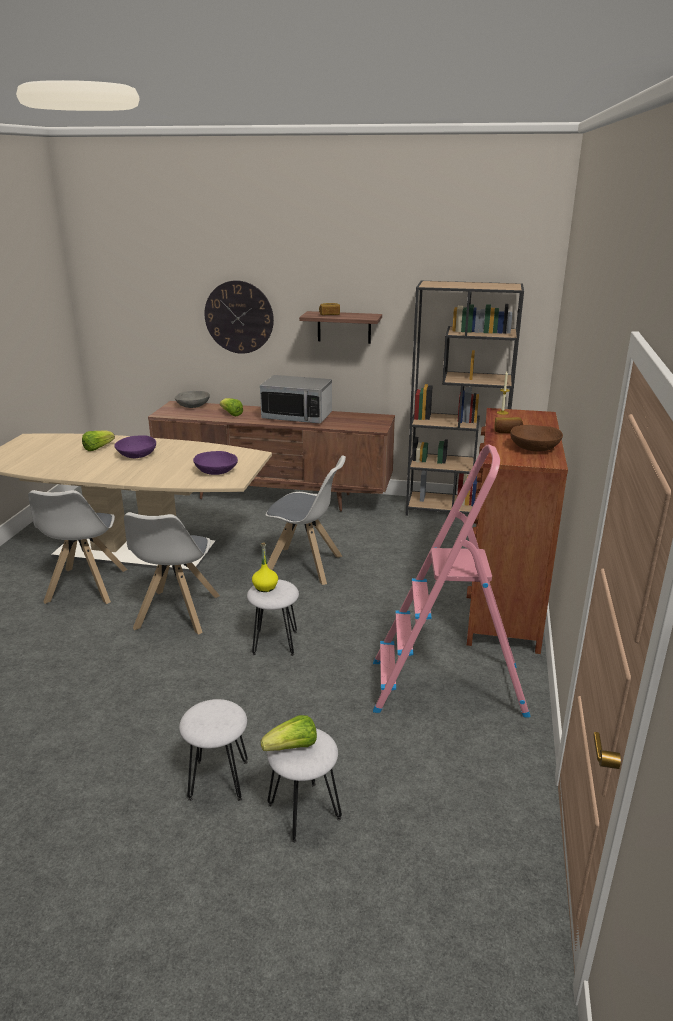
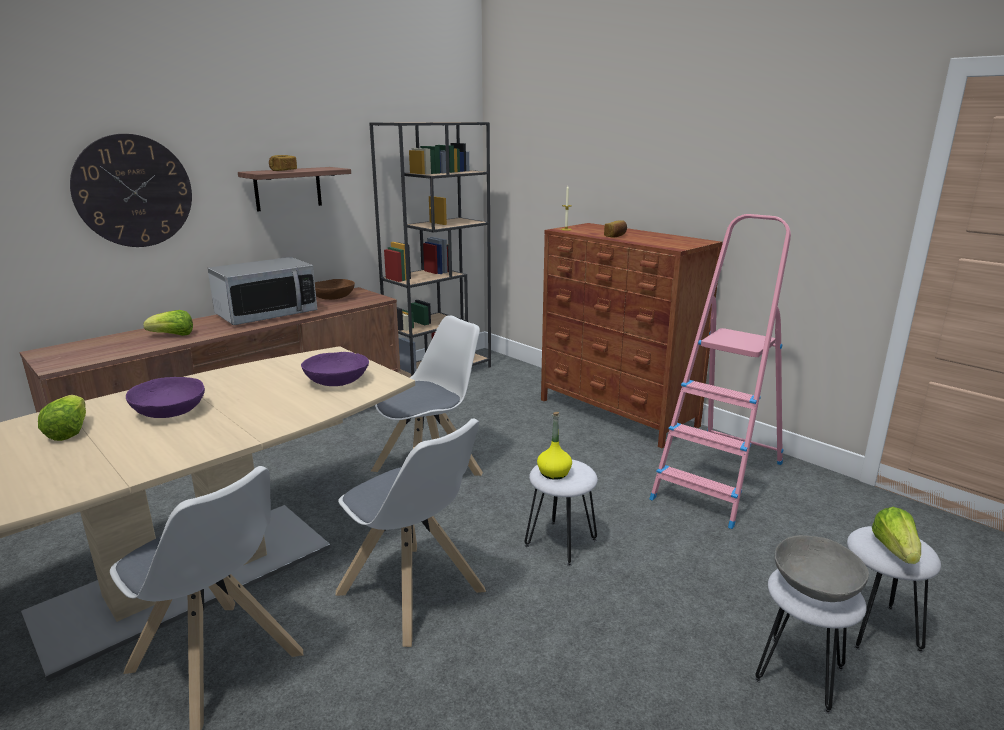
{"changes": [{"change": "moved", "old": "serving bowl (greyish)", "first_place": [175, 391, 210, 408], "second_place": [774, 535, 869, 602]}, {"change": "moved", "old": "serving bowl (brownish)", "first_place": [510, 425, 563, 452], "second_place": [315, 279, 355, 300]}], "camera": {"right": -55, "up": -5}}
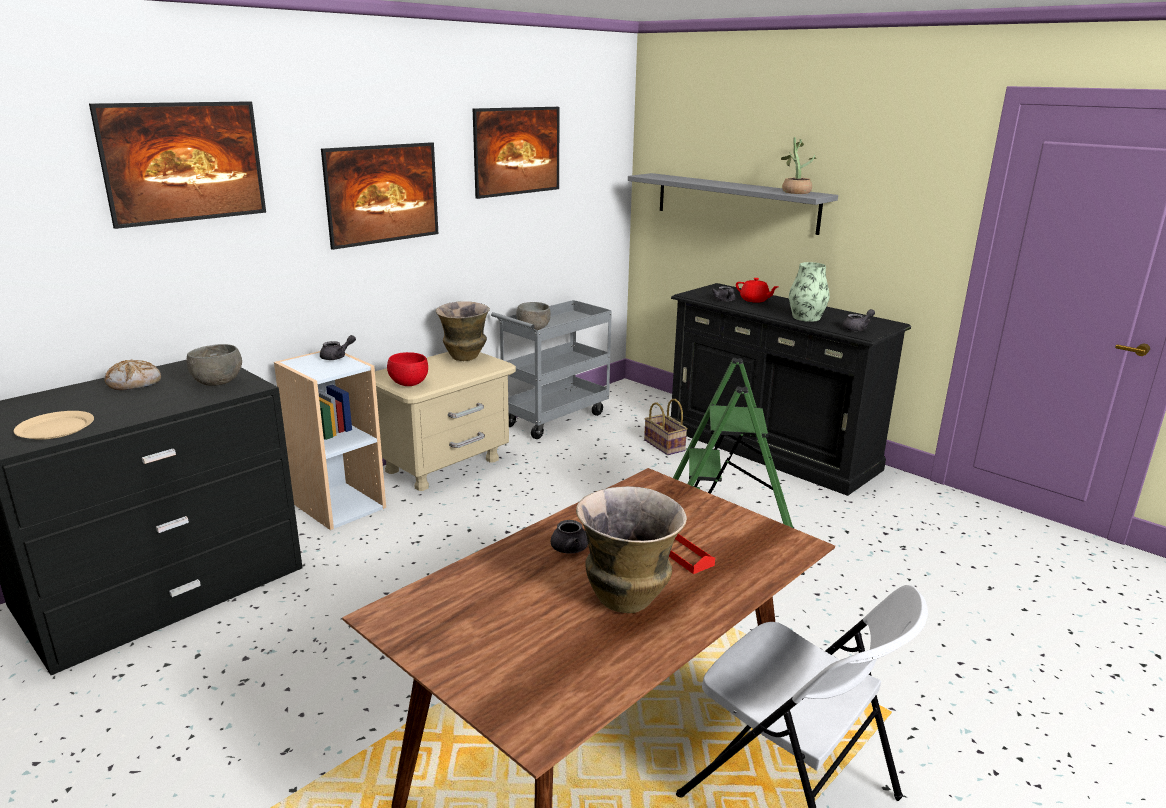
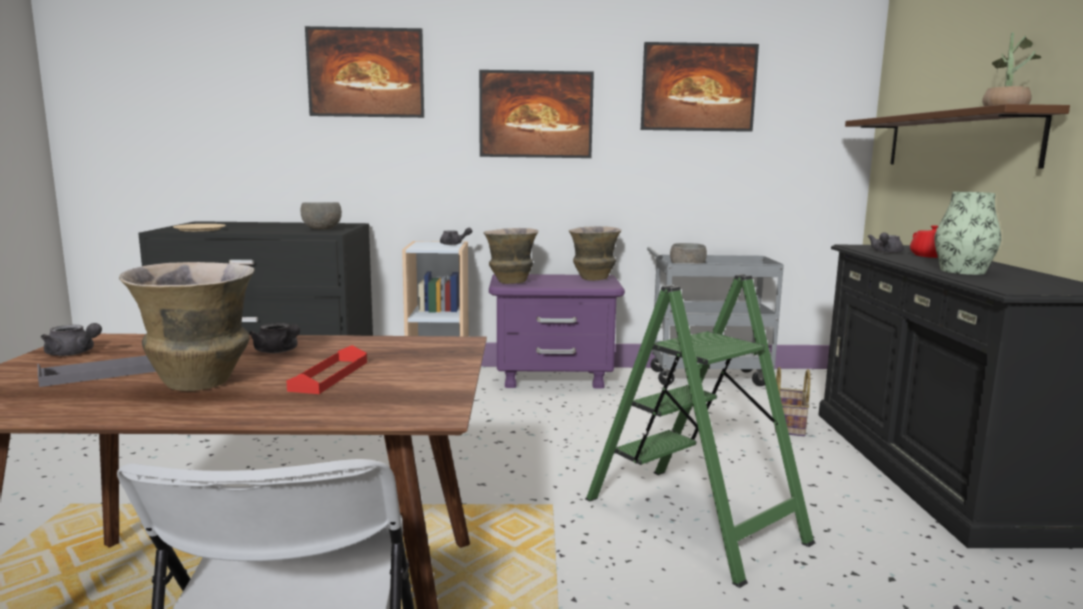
{"changes": [{"change": "recoloured", "old": "bracket shelf (greyish)", "new": "bracket shelf (brownish)", "first_place": [628, 173, 838, 235], "second_place": [845, 104, 1070, 169]}, {"change": "moved", "old": "tea pot (greyish)", "first_place": [842, 309, 875, 332], "second_place": [41, 323, 102, 356]}, {"change": "recoloured", "old": "night table (beige)", "new": "night table (purple)", "first_place": [375, 352, 516, 491], "second_place": [489, 274, 625, 389]}, {"change": "replaced", "old": "serving bowl (red)", "new": "decorative vase", "first_place": [387, 352, 428, 386], "second_place": [484, 228, 538, 284]}, {"change": "removed", "old": "baked bread", "first_place": [104, 359, 161, 390]}, {"change": "added", "new": "tray (greyish)", "second_place": [38, 356, 156, 387]}], "camera": {"right": 45, "up": -10}}
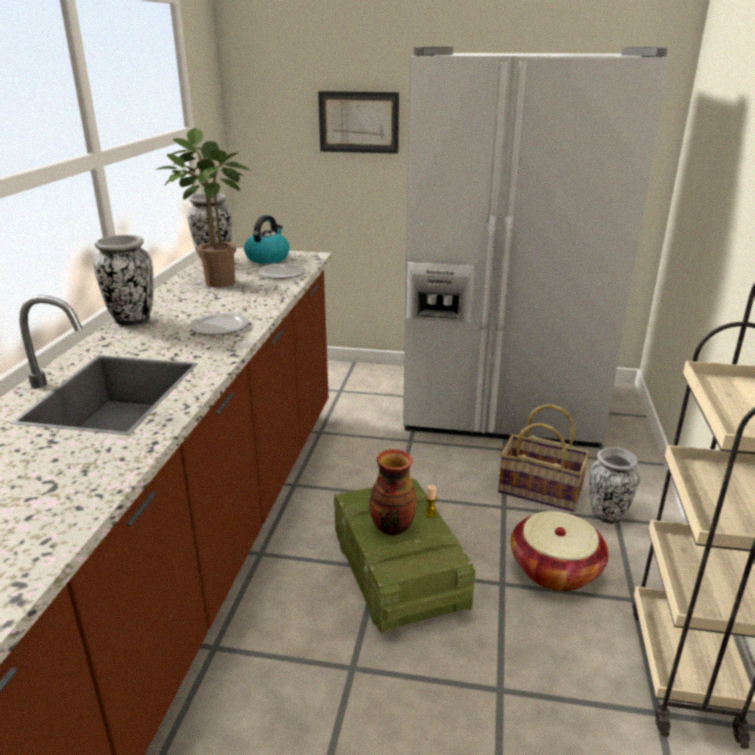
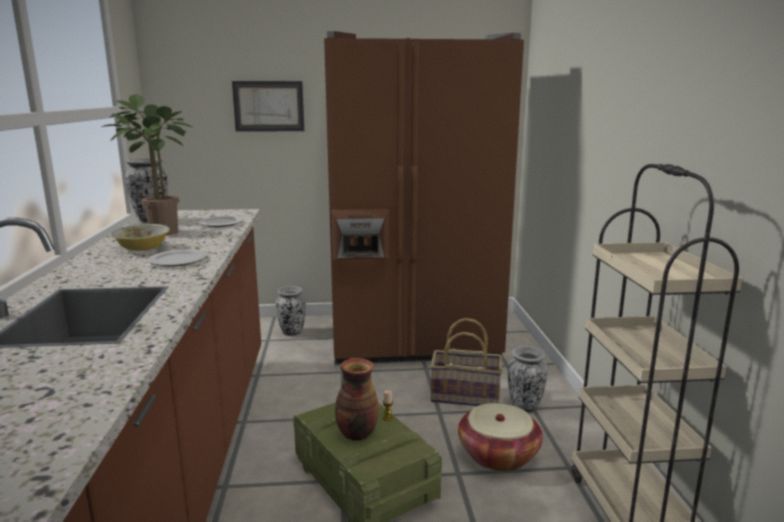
{"changes": [{"change": "recoloured", "old": "fridge (whitish)", "new": "fridge (brownish)", "first_place": [403, 47, 670, 448], "second_place": [324, 31, 524, 365]}, {"change": "removed", "old": "kettle", "first_place": [244, 215, 290, 264]}, {"change": "moved", "old": "decorative vase", "first_place": [94, 235, 153, 326], "second_place": [275, 286, 306, 336]}, {"change": "added", "new": "serving bowl", "second_place": [111, 224, 170, 251]}], "camera": {"right": -15, "up": -10}}
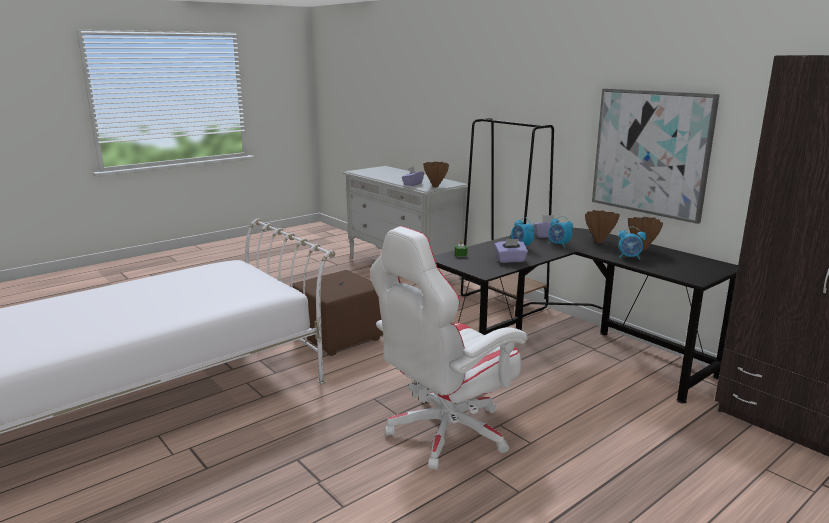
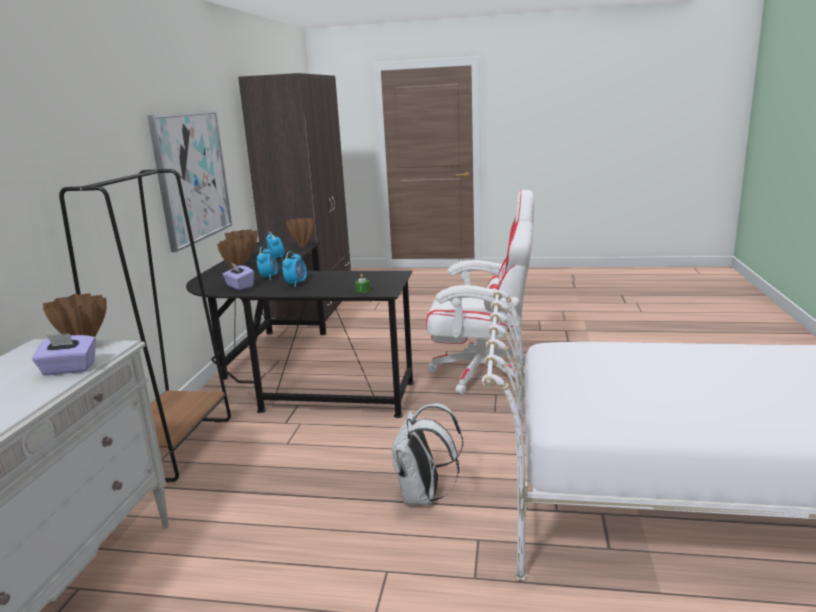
{"changes": [{"change": "removed", "old": "tissue holder (purple)", "first_place": [494, 239, 528, 263]}, {"change": "replaced", "old": "pouffe (brownish)", "new": "backpack (whitish)", "first_place": [293, 270, 383, 356], "second_place": [392, 403, 463, 506]}, {"change": "added", "new": "decorative vase (brownish)", "second_place": [286, 218, 315, 248]}], "camera": {"right": -130, "up": 0}}
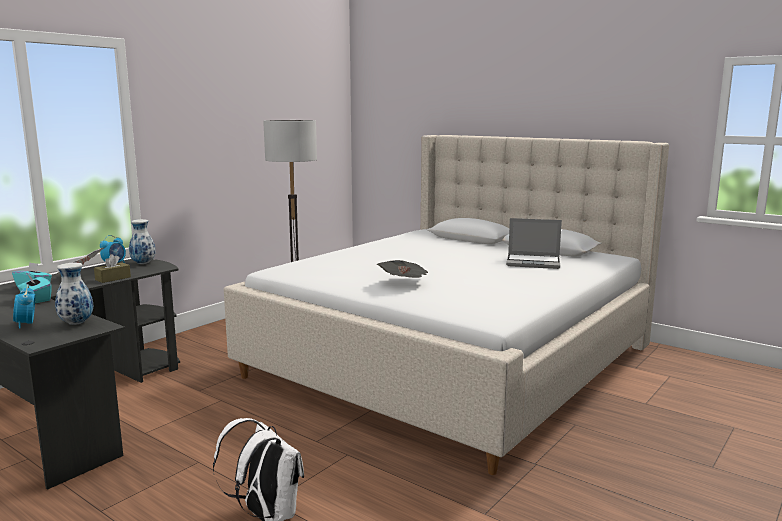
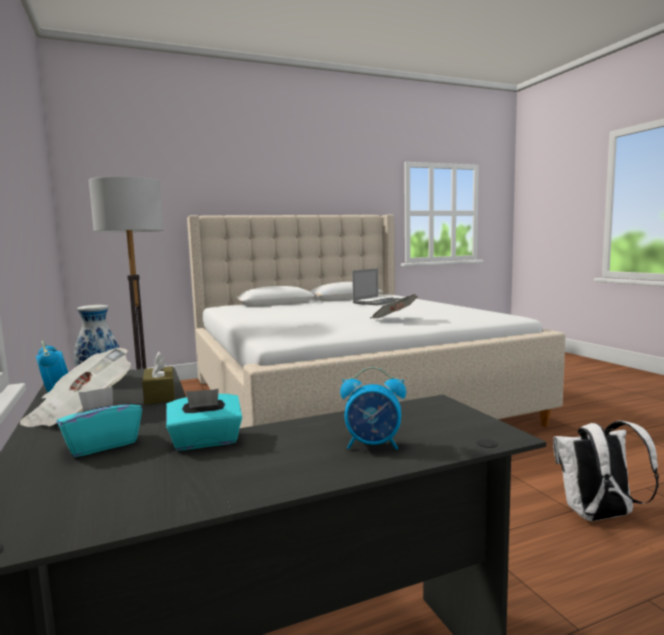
{"changes": [{"change": "removed", "old": "decorative vase", "first_place": [55, 263, 93, 325]}], "camera": {"right": -60, "up": -5}}
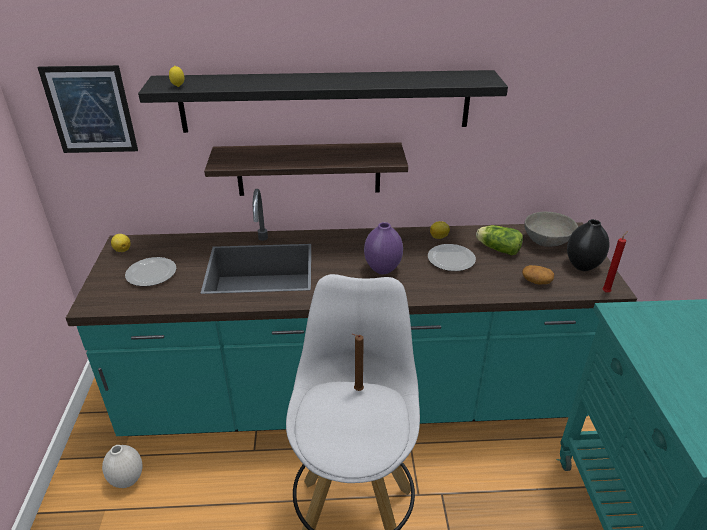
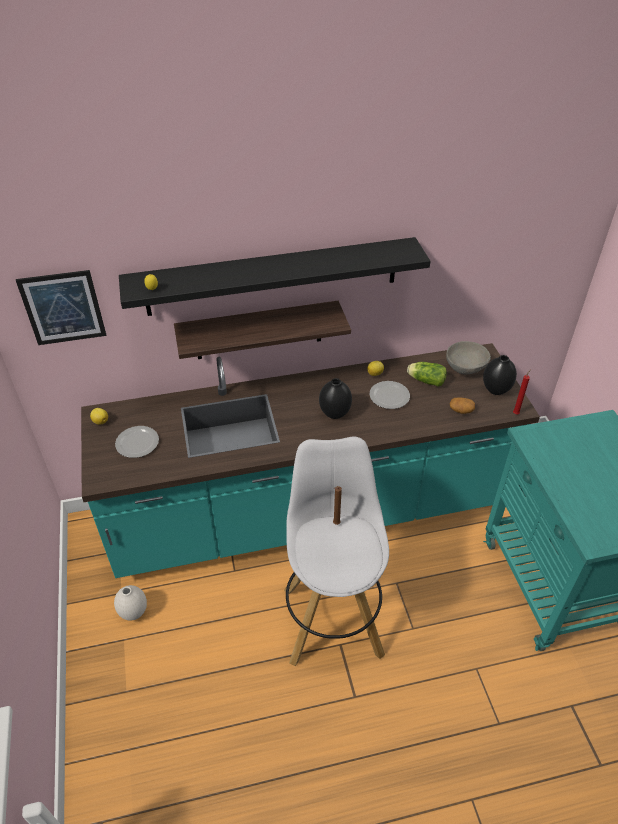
{"changes": [{"change": "recoloured", "old": "decorative vase (purple)", "new": "decorative vase (black-coloured)", "first_place": [364, 222, 403, 274], "second_place": [319, 378, 352, 419]}], "camera": {"right": -10, "up": 10}}
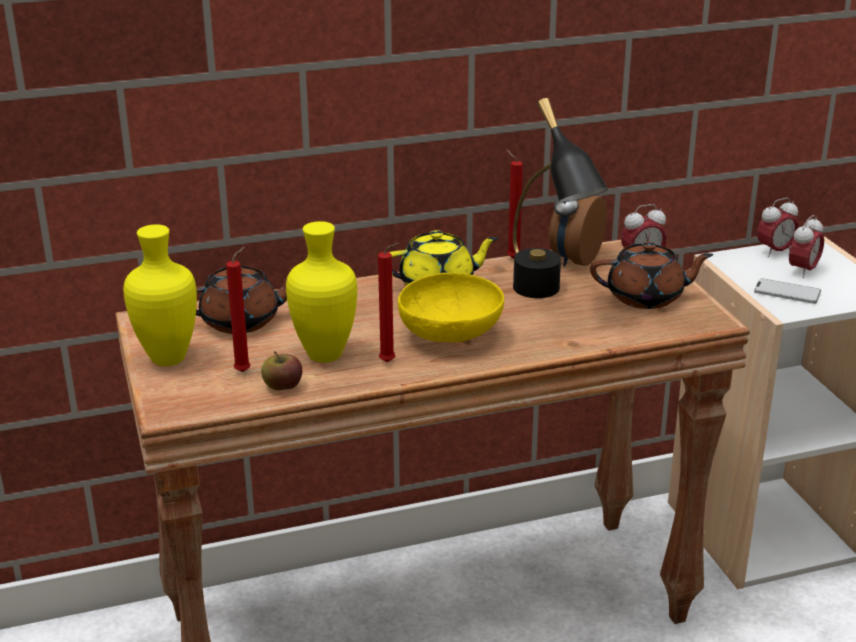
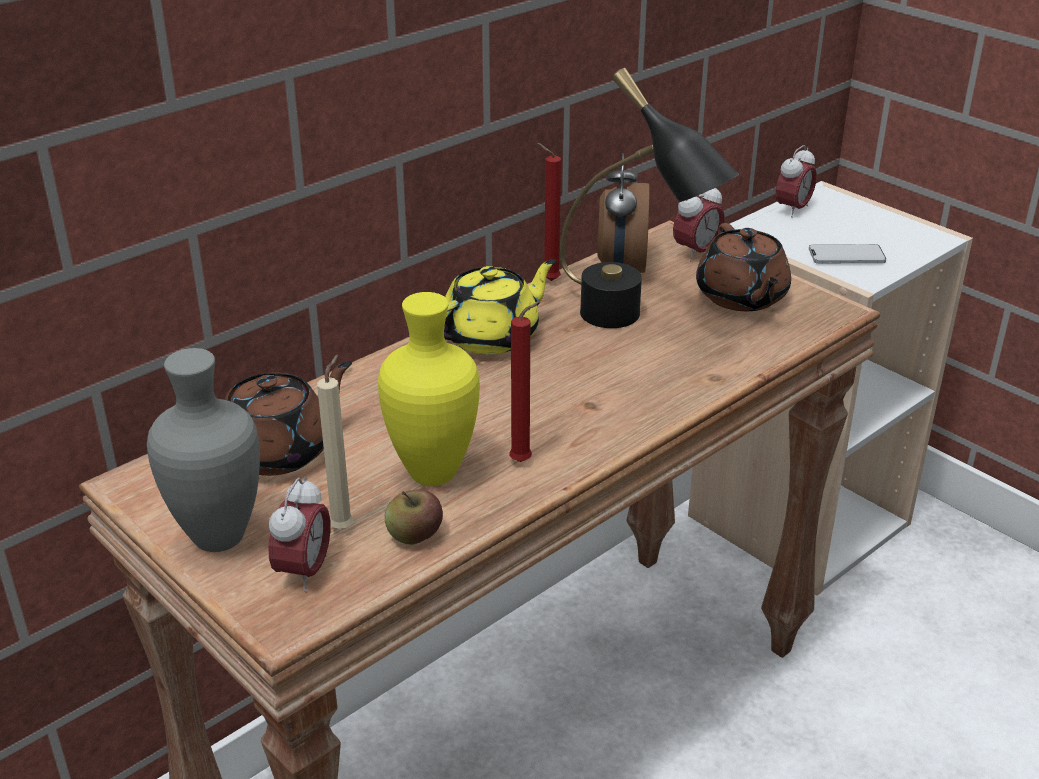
{"changes": [{"change": "moved", "old": "table clock", "first_place": [789, 215, 824, 278], "second_place": [268, 476, 331, 593]}, {"change": "recoloured", "old": "decorative vase (yellowish)", "new": "decorative vase (greyish)", "first_place": [123, 224, 197, 366], "second_place": [147, 348, 260, 552]}, {"change": "turned", "old": "tea pot (brownish)", "first_place": [590, 242, 714, 309], "second_place": [696, 223, 791, 311], "degrees": 105}, {"change": "recoloured", "old": "candle (red)", "new": "candle (beige)", "first_place": [226, 247, 251, 372], "second_place": [317, 354, 353, 529]}, {"change": "removed", "old": "serving bowl (yellowish)", "first_place": [398, 273, 504, 342]}], "camera": {"right": -25, "up": 5}}
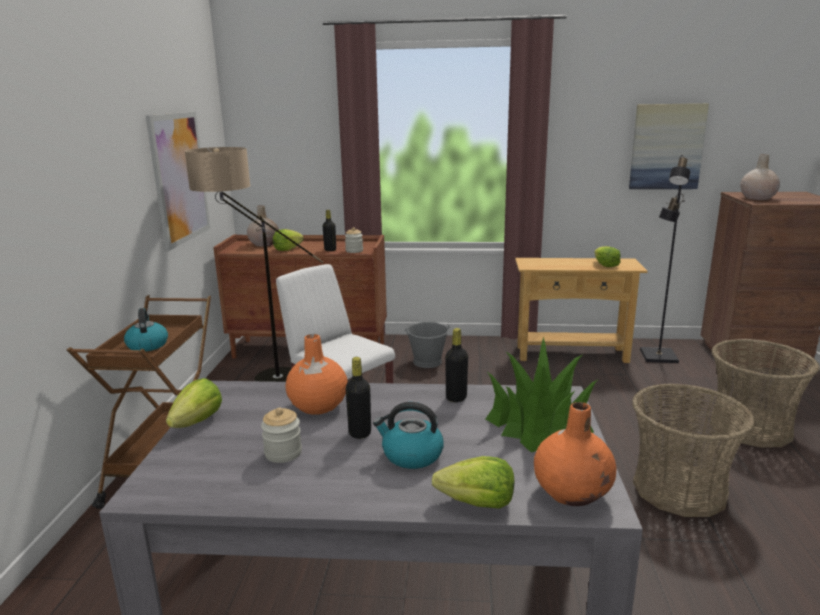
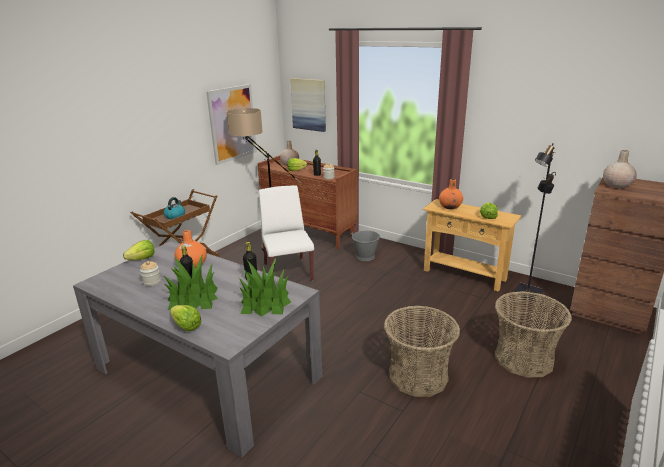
{"changes": [{"change": "moved", "old": "wall art", "first_place": [629, 103, 709, 189], "second_place": [290, 78, 326, 132]}, {"change": "replaced", "old": "kettle", "new": "plant in a pot", "first_place": [373, 402, 444, 469], "second_place": [164, 256, 218, 310]}, {"change": "moved", "old": "decorative vase (orangey)", "first_place": [534, 402, 617, 506], "second_place": [439, 179, 463, 209]}], "camera": {"right": 30, "up": 5}}
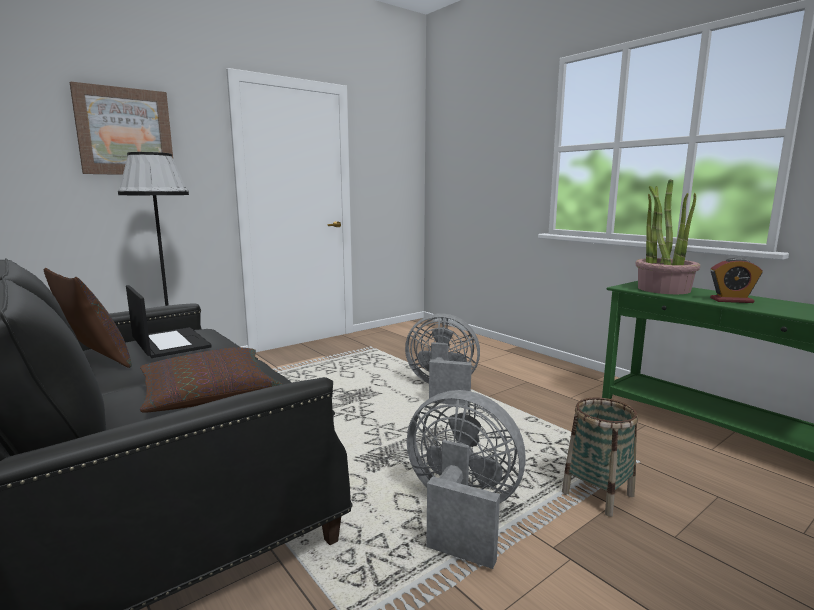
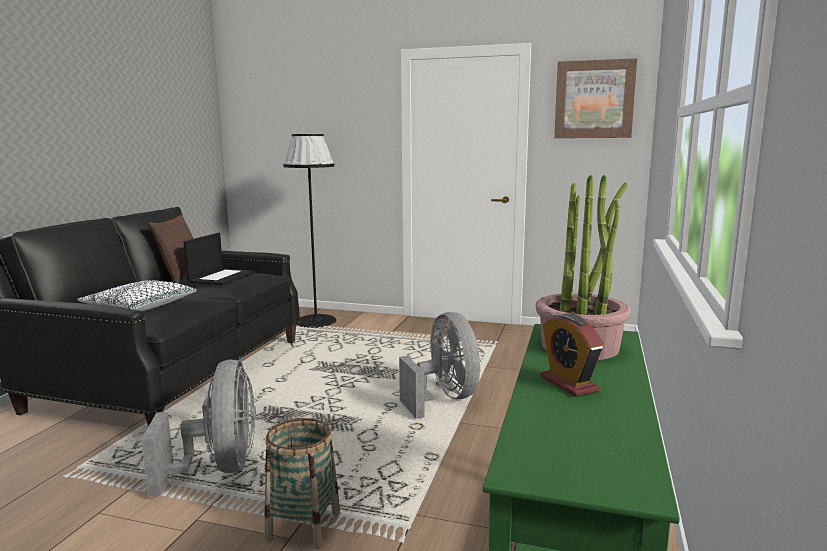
{"changes": [{"change": "moved", "old": "wall art", "first_place": [70, 81, 173, 175], "second_place": [554, 58, 637, 138]}, {"change": "recoloured", "old": "pillow (brownish)", "new": "pillow (whitish)", "first_place": [140, 347, 282, 413], "second_place": [77, 281, 196, 311]}], "camera": {"right": 55, "up": 0}}
